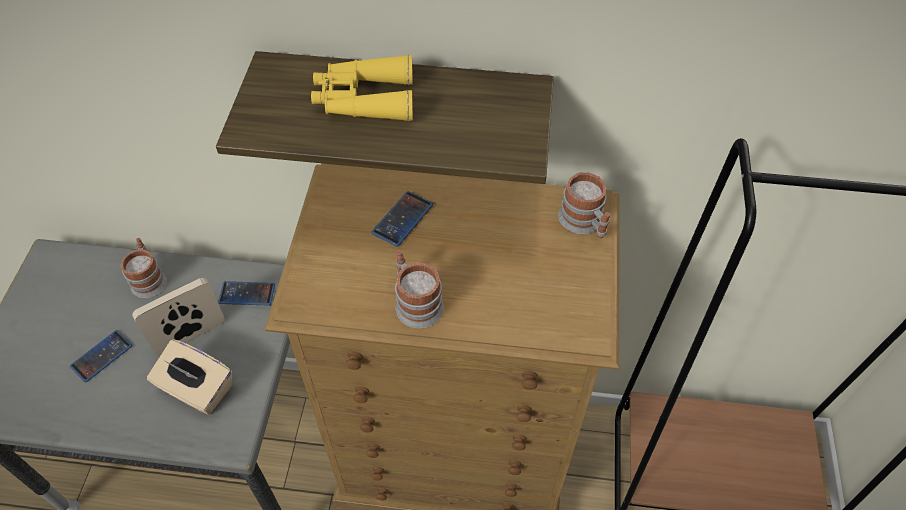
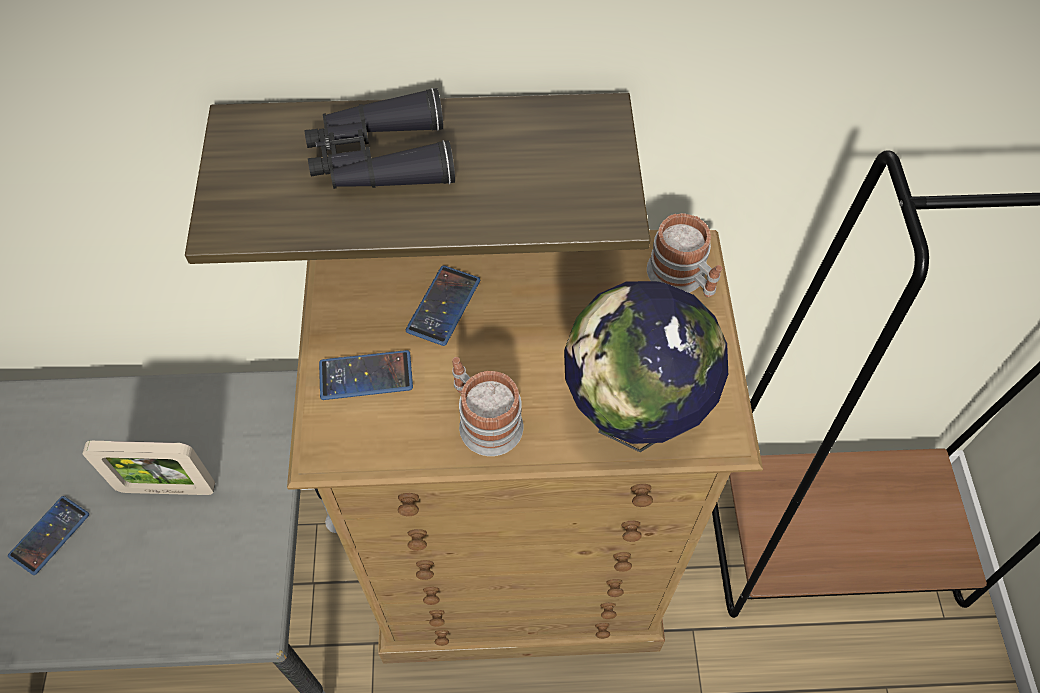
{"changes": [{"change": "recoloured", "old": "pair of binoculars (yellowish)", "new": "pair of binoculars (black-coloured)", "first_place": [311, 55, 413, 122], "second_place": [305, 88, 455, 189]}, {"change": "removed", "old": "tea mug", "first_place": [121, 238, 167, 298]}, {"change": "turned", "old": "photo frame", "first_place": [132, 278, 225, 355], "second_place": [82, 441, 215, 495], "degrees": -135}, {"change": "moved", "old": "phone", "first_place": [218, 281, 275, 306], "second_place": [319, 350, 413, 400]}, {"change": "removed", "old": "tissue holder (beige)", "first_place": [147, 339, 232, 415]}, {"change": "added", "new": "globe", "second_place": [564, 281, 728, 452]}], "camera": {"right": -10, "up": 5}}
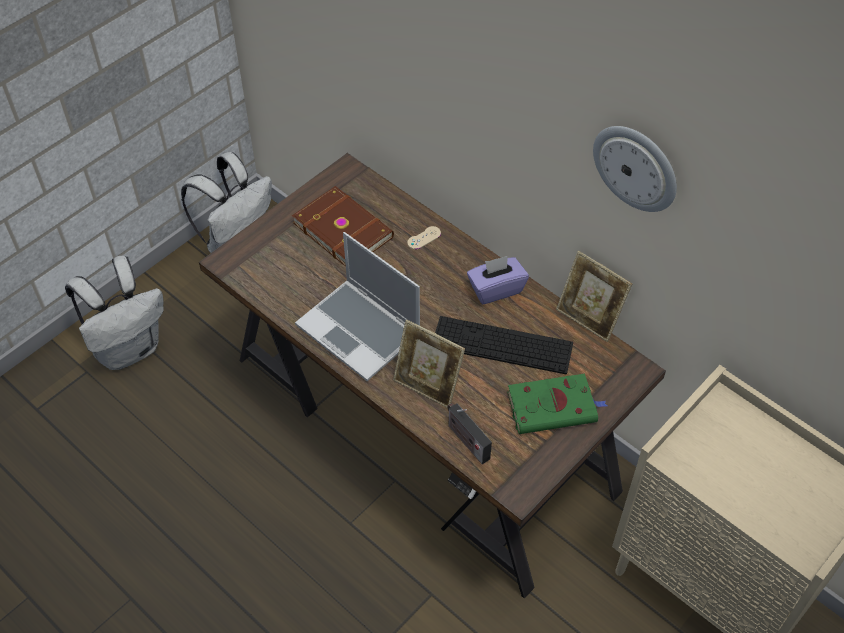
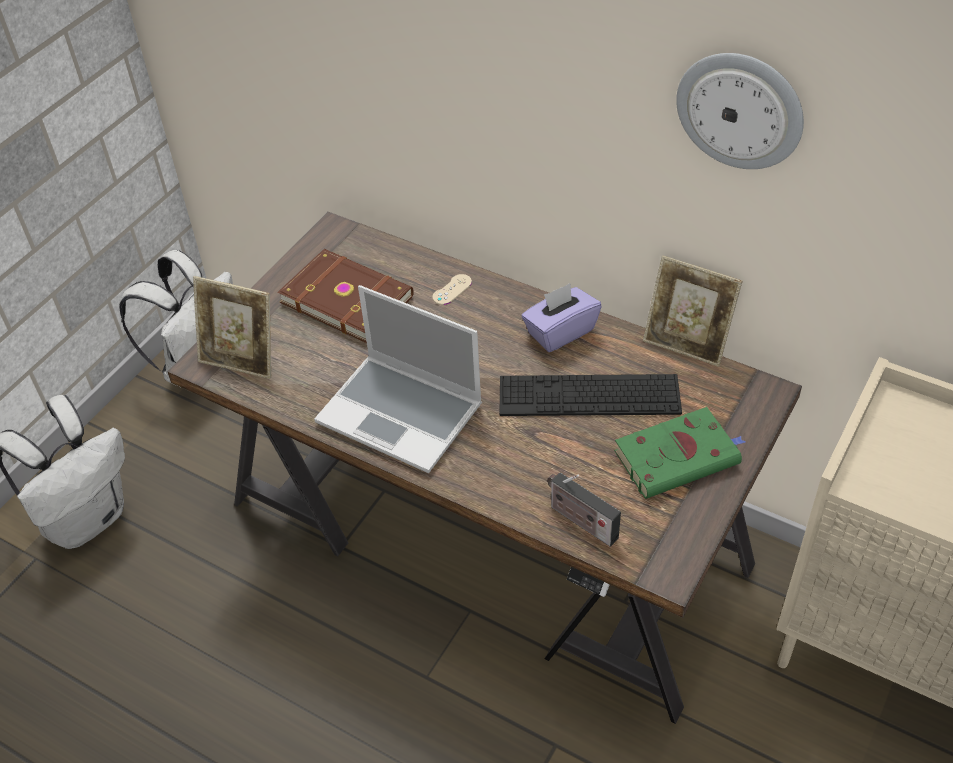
{"changes": [{"change": "moved", "old": "photo frame", "first_place": [393, 320, 465, 408], "second_place": [193, 276, 271, 379]}], "camera": {"right": -10, "up": -5}}
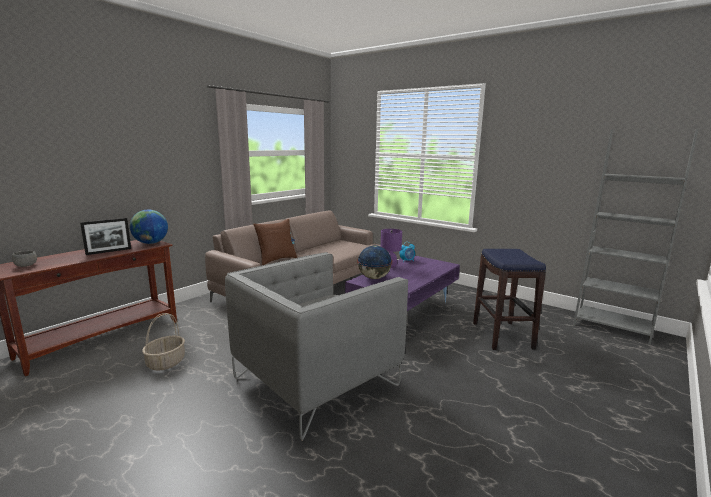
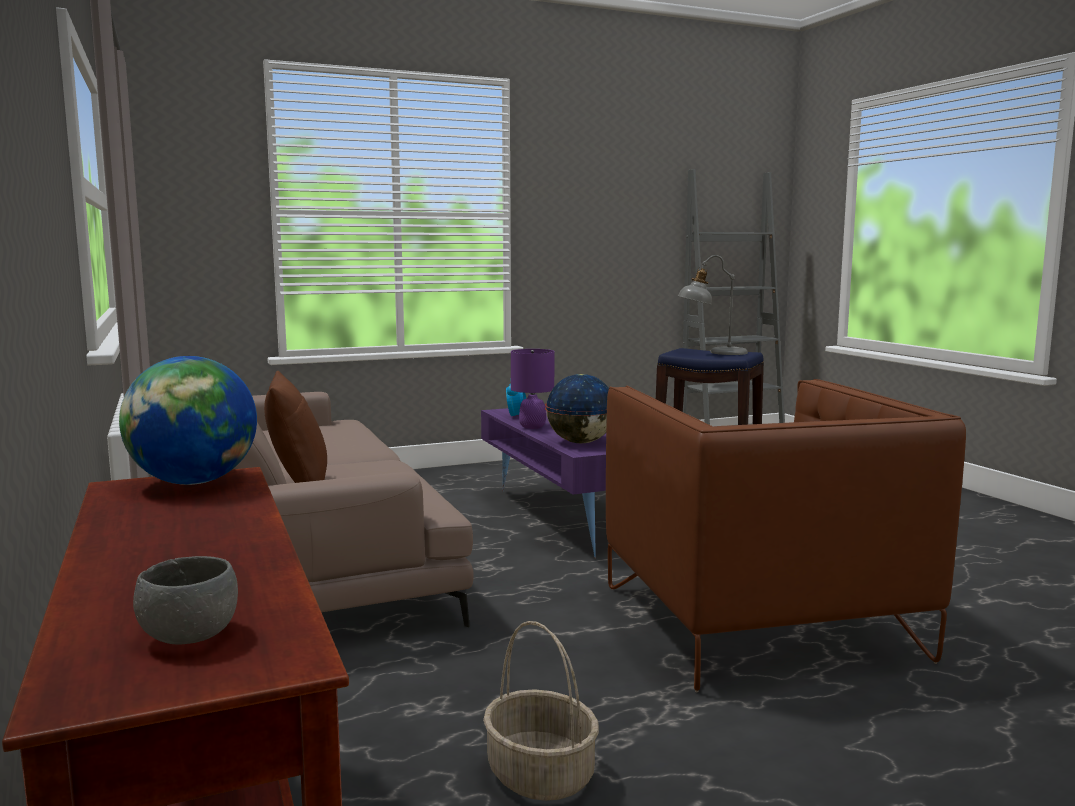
{"changes": [{"change": "removed", "old": "photo frame", "first_place": [80, 218, 131, 255]}, {"change": "recoloured", "old": "easy chair (greyish)", "new": "easy chair (brownish)", "first_place": [225, 252, 408, 441], "second_place": [606, 379, 966, 692]}, {"change": "added", "new": "tabletop lamp (greyish)", "second_place": [678, 255, 748, 355]}], "camera": {"right": -60, "up": -5}}
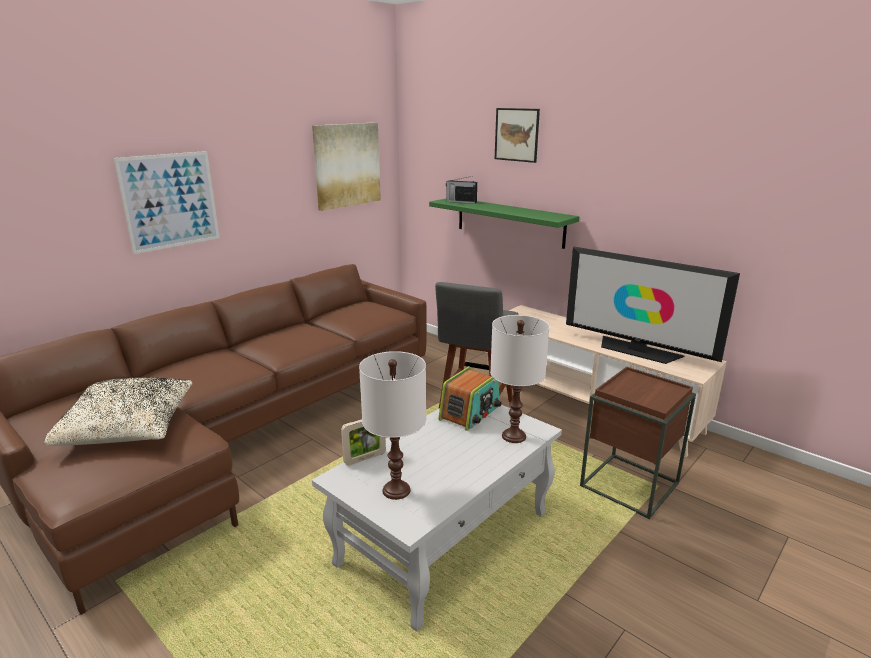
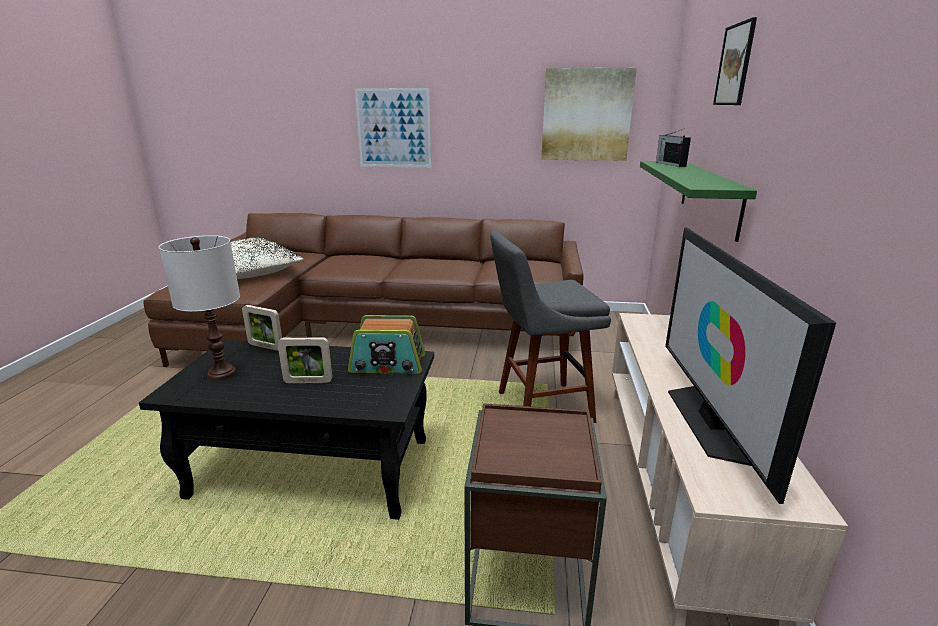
{"changes": [{"change": "removed", "old": "tabletop lamp (whitish)", "first_place": [490, 315, 550, 443]}, {"change": "recoloured", "old": "lounge table (whitish)", "new": "lounge table (black-coloured)", "first_place": [312, 405, 562, 631], "second_place": [139, 340, 434, 520]}, {"change": "added", "new": "photo frame", "second_place": [278, 337, 332, 383]}], "camera": {"right": 55, "up": 0}}
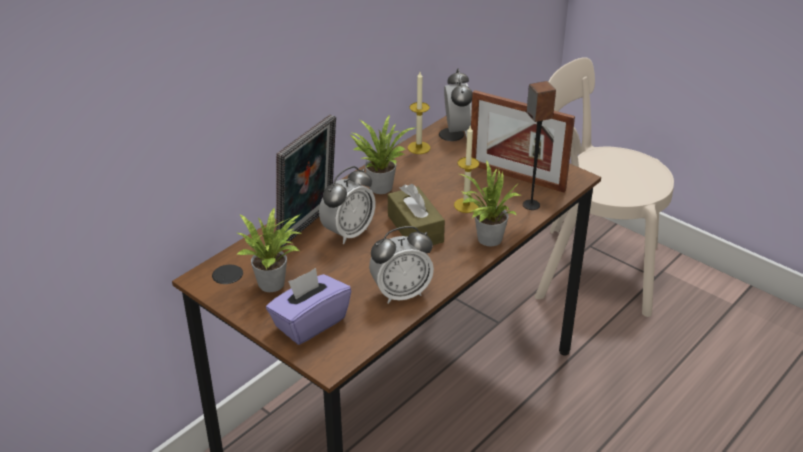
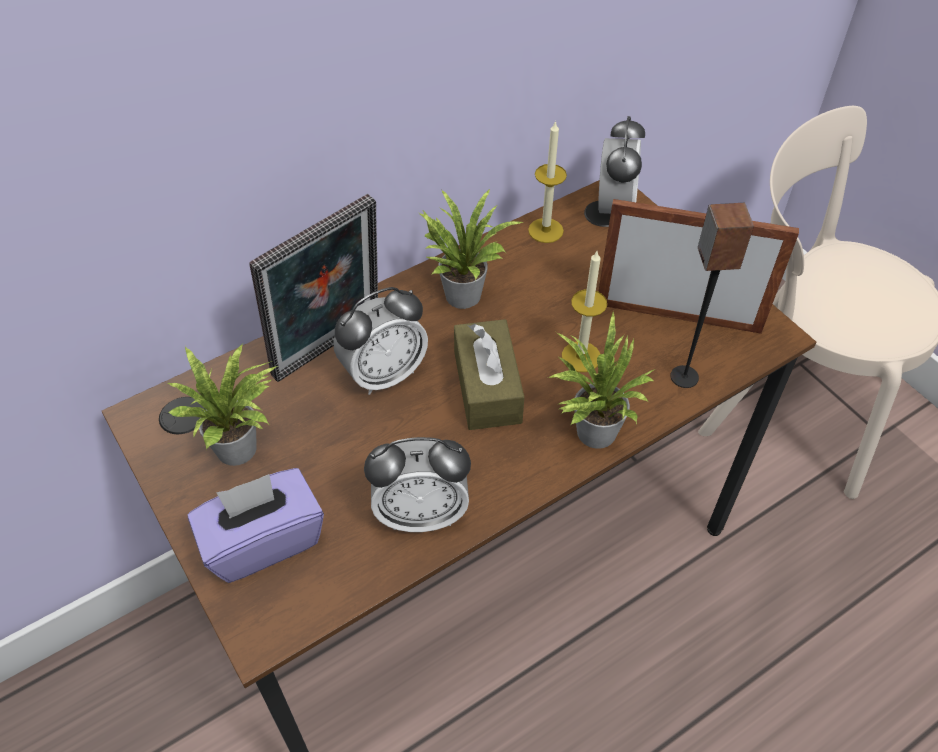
{"changes": [{"change": "turned", "old": "photo frame", "first_place": [471, 90, 575, 192], "second_place": [598, 199, 799, 334], "degrees": 150}], "camera": {"right": 15, "up": 15}}
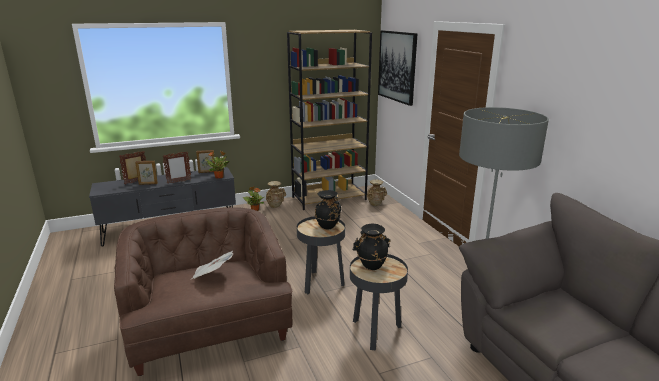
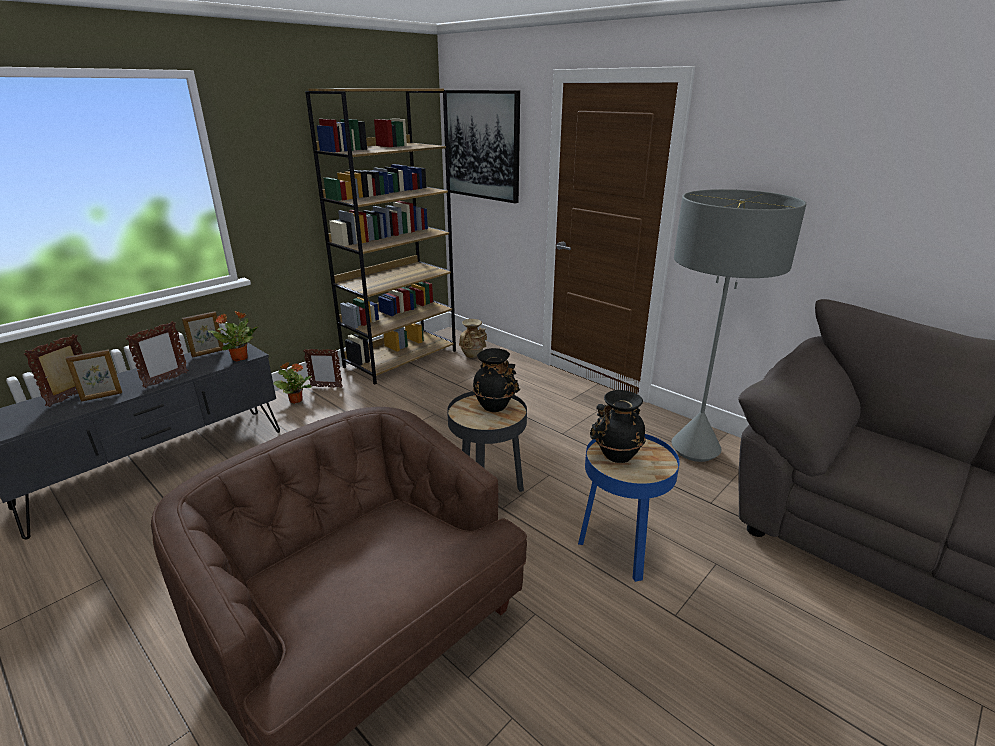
{"changes": [{"change": "replaced", "old": "decorative vase (beige)", "new": "photo frame", "first_place": [266, 181, 286, 208], "second_place": [303, 348, 343, 388]}, {"change": "removed", "old": "newspaper", "first_place": [192, 251, 233, 279]}, {"change": "recoloured", "old": "end table (black-coloured)", "new": "end table (bluish)", "first_place": [350, 254, 408, 351], "second_place": [578, 434, 679, 582]}], "camera": {"right": -25, "up": 5}}
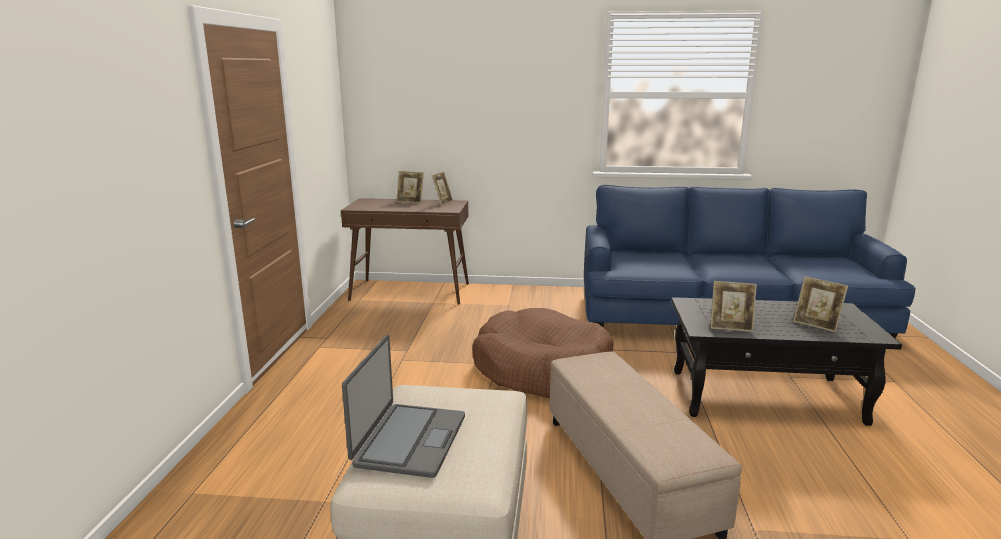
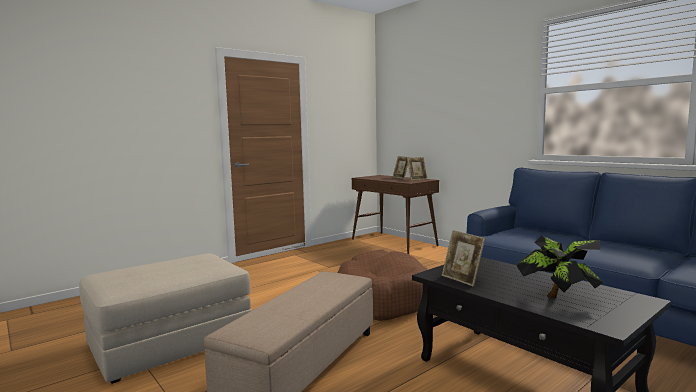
{"changes": [{"change": "replaced", "old": "photo frame", "new": "plant in a pot", "first_place": [793, 276, 848, 332], "second_place": [516, 236, 604, 298]}, {"change": "removed", "old": "notebook computer", "first_place": [342, 335, 465, 478]}], "camera": {"right": 45, "up": -10}}
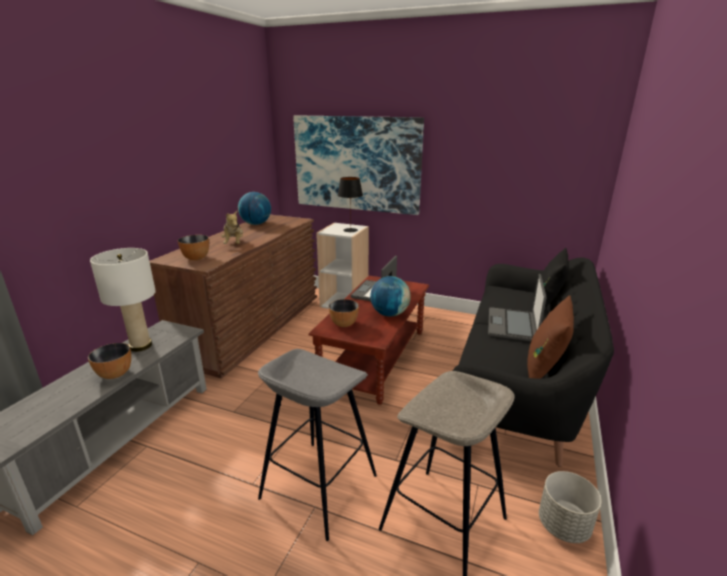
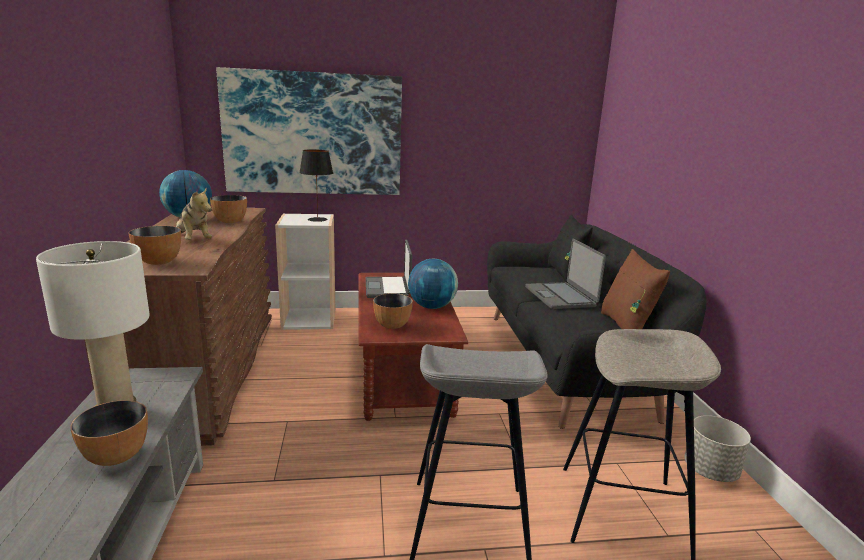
{"changes": [{"change": "added", "new": "serving bowl", "second_place": [210, 195, 247, 223]}], "camera": {"right": -30, "up": -5}}
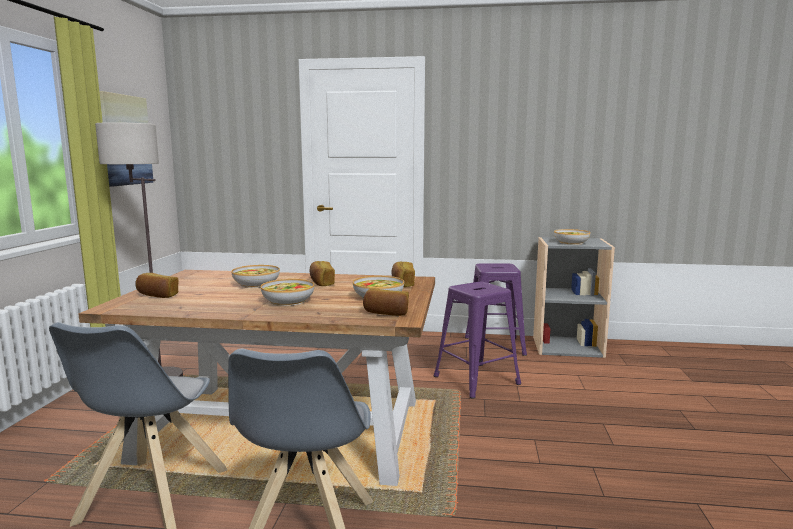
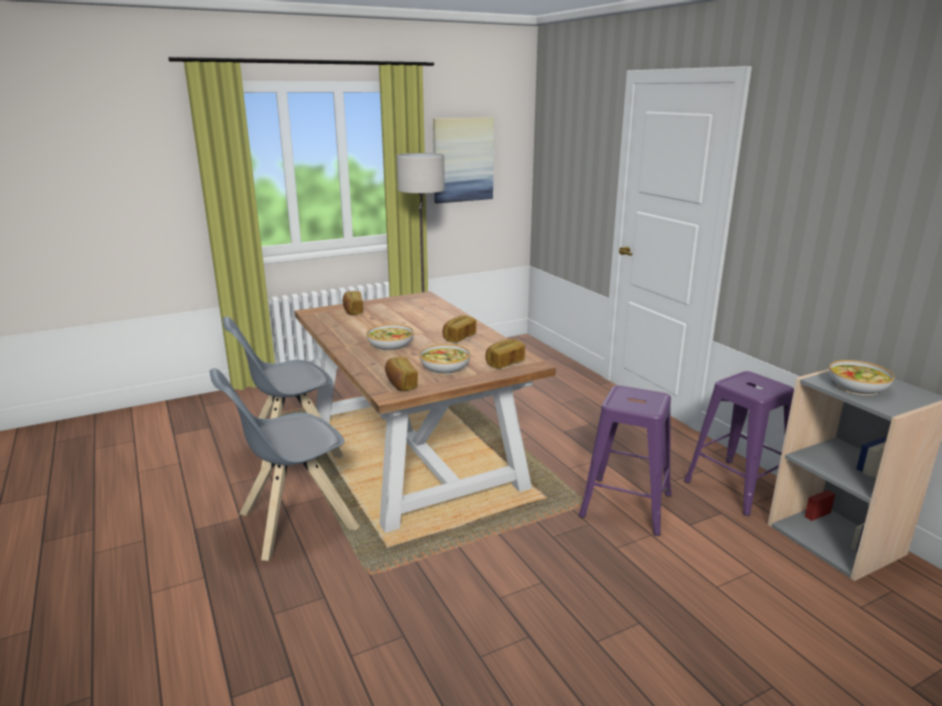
{"changes": [{"change": "removed", "old": "serving bowl", "first_place": [231, 265, 280, 288]}], "camera": {"right": 55, "up": 10}}
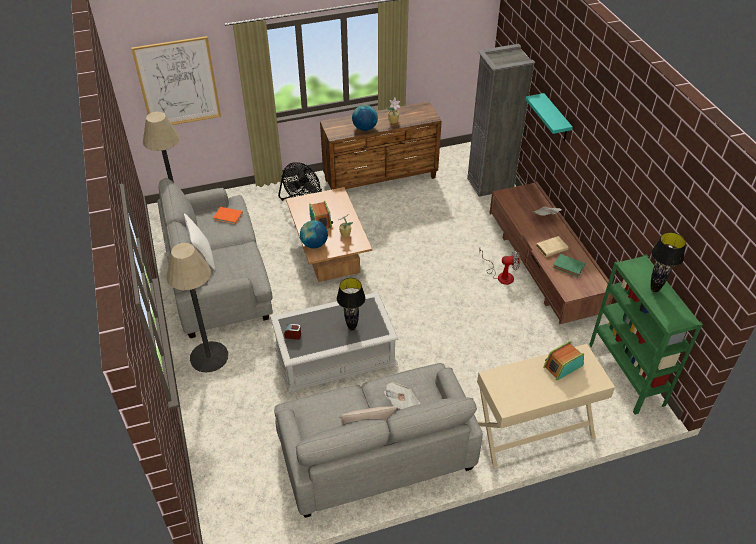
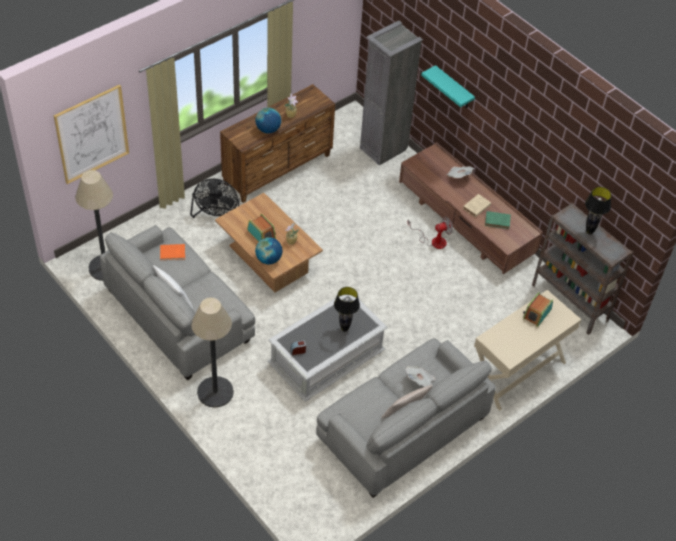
{"changes": [{"change": "recoloured", "old": "bookshelf (green)", "new": "bookshelf (greyish)", "first_place": [589, 254, 703, 415], "second_place": [532, 202, 634, 335]}], "camera": {"right": -25, "up": 5}}
